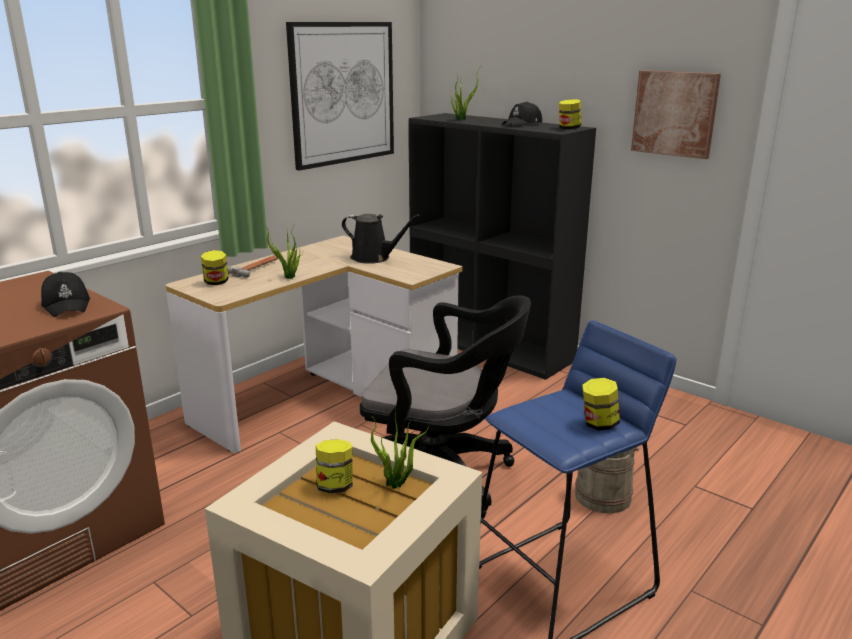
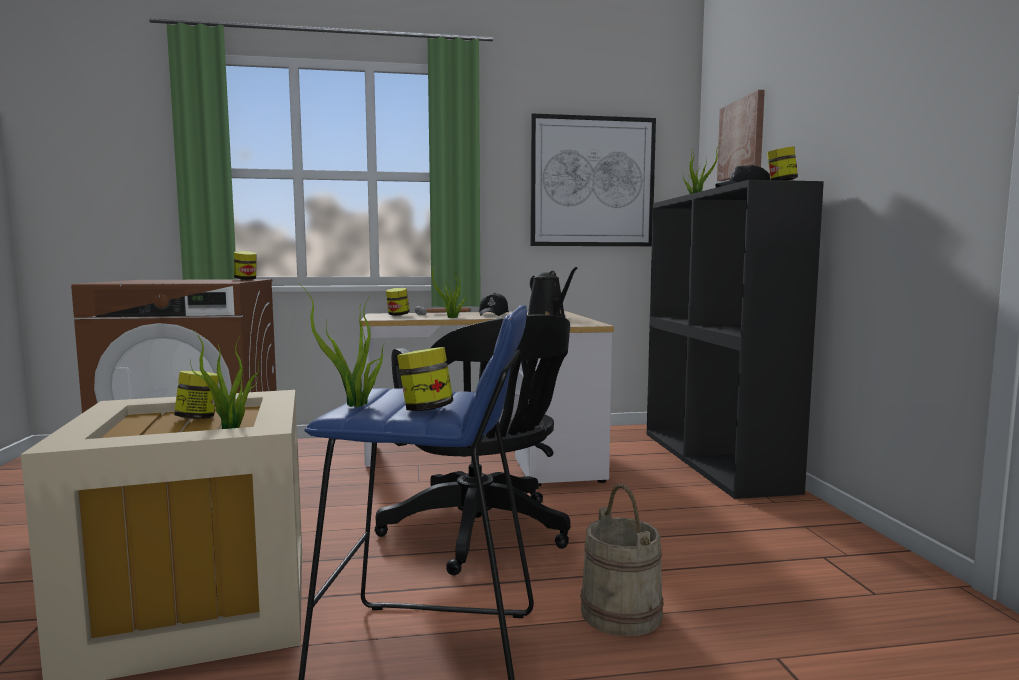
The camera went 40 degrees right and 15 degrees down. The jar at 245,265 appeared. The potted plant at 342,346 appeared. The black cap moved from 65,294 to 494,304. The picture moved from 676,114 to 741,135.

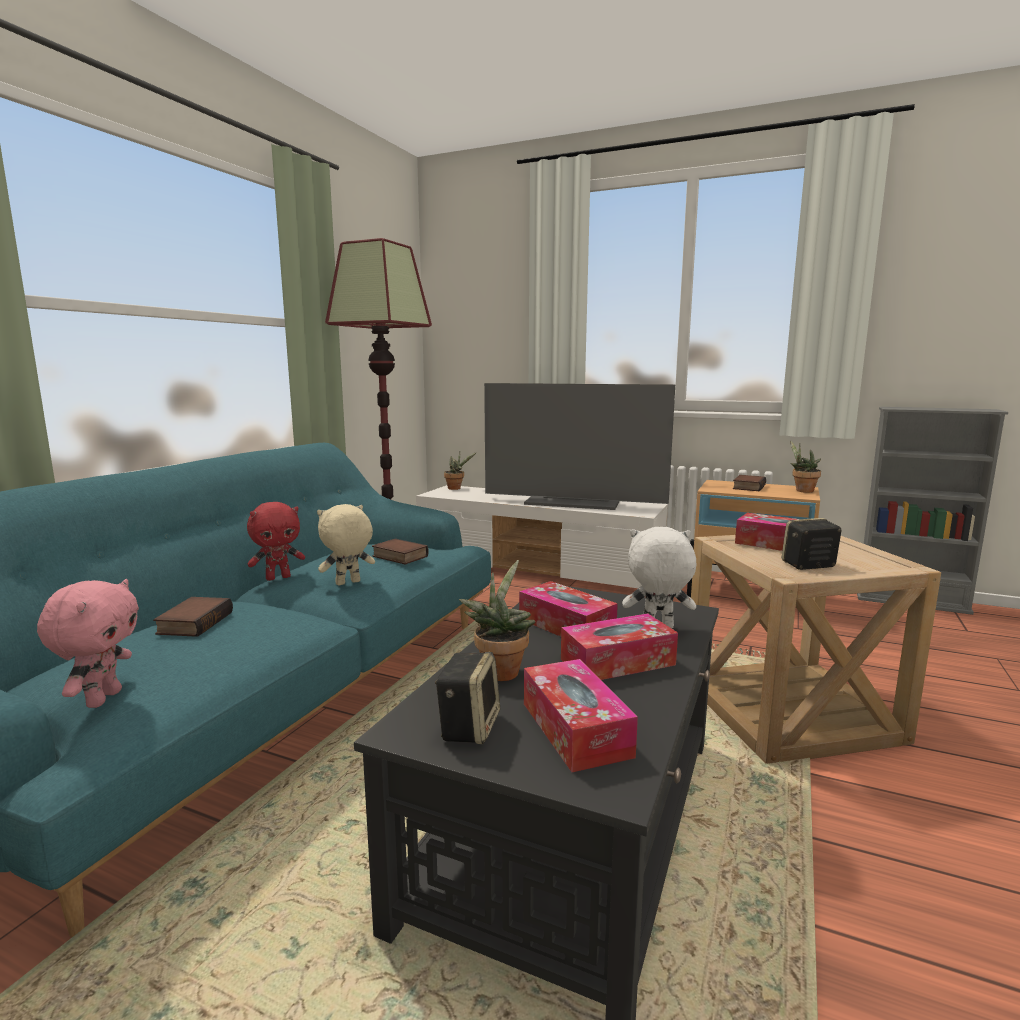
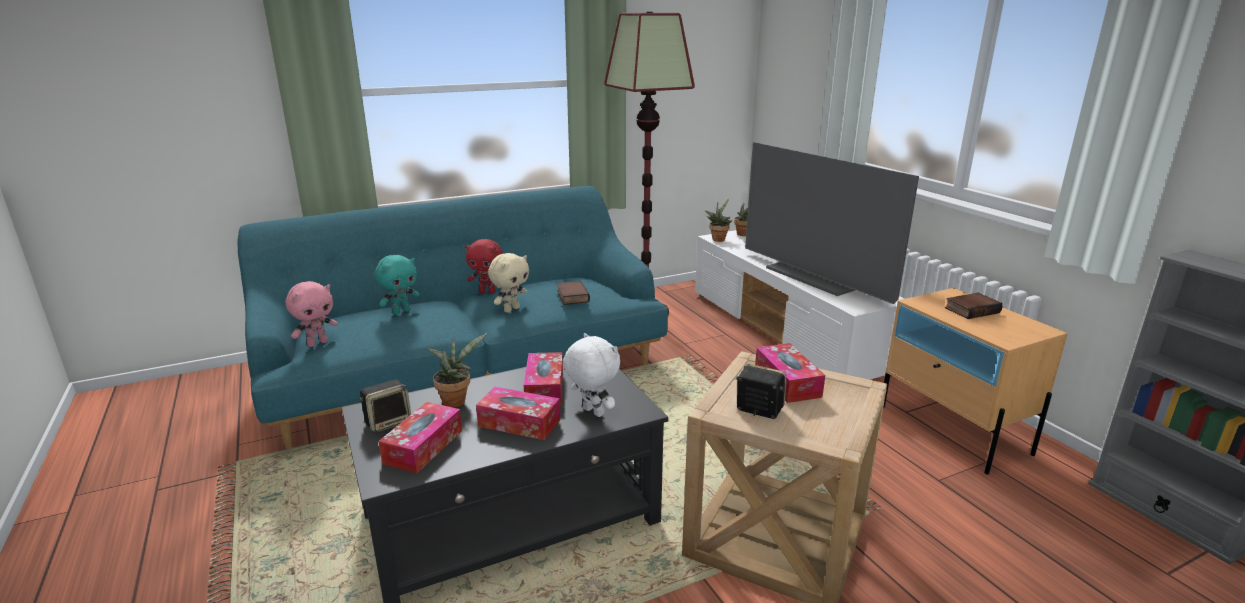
The camera went 40 degrees right and 10 degrees up. The book at 193,617 was replaced by the turquoise plush toy at 397,285. The beige plush toy at 346,544 turned 120 degrees clockwise. The potted plant moved from 805,466 to 718,220.

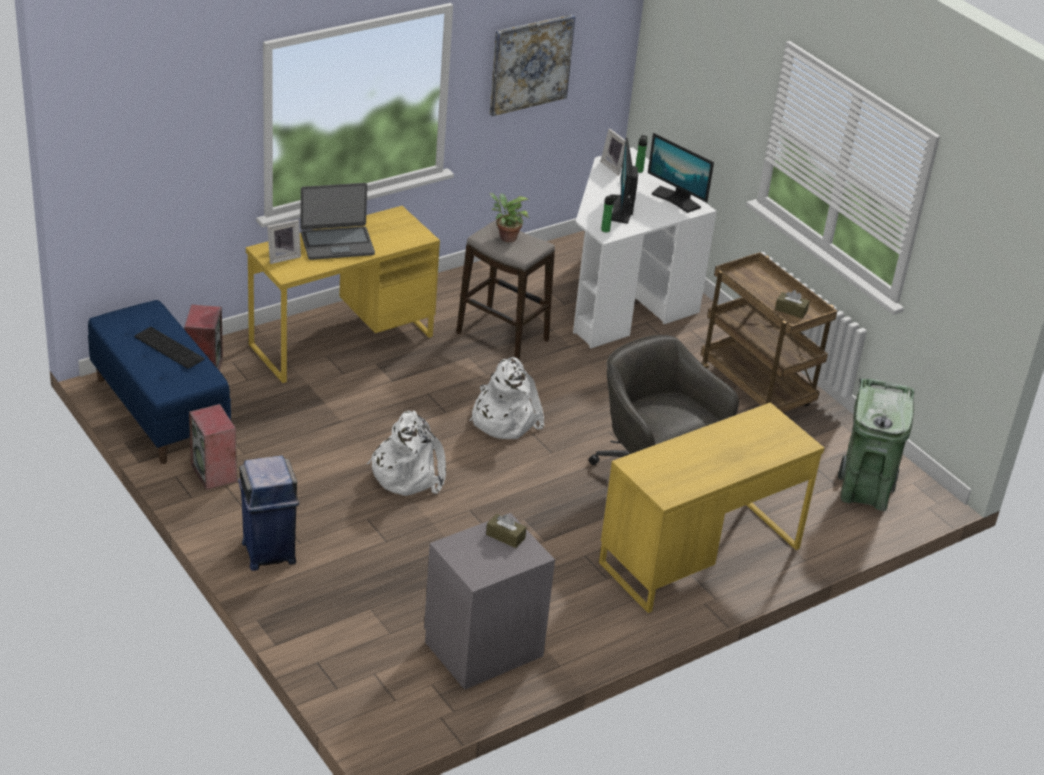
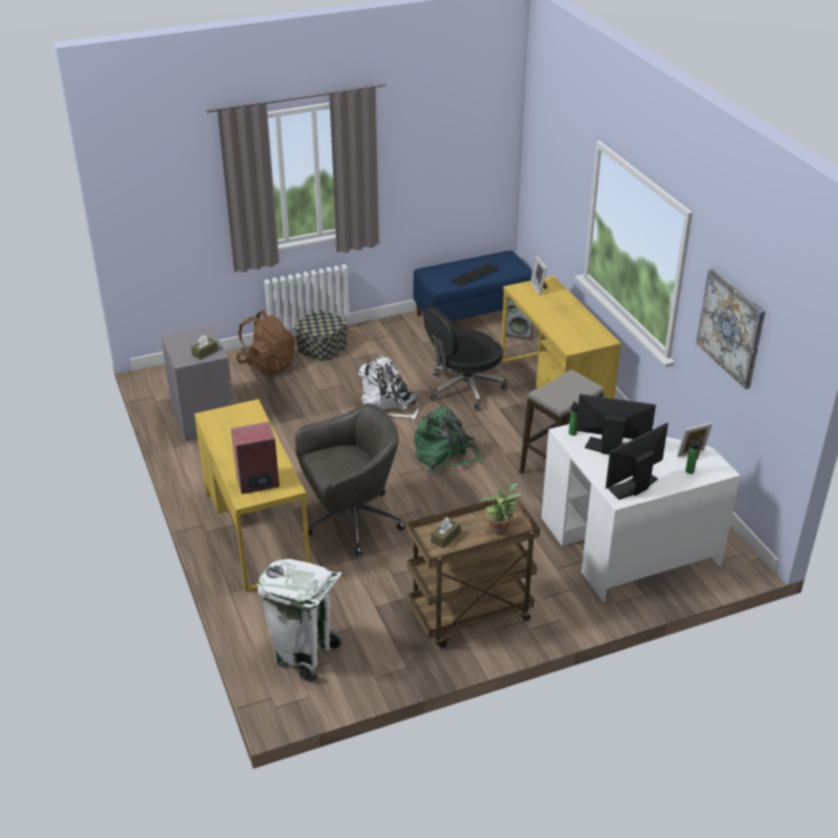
The camera went 105 degrees right and 0 degrees up. The speaker moved from 213,447 to 255,458. The brown backpack at 265,342 appeared. The green trash can at 876,444 became the white trash can at 300,621. The blue trash can at 268,513 was replaced by the storage box at 321,335. The white backpack at 506,398 became the green backpack at 448,439. The black office chair at 466,358 appeared. The potted plant moved from 509,217 to 501,509. The laptop at 337,221 disappeared.

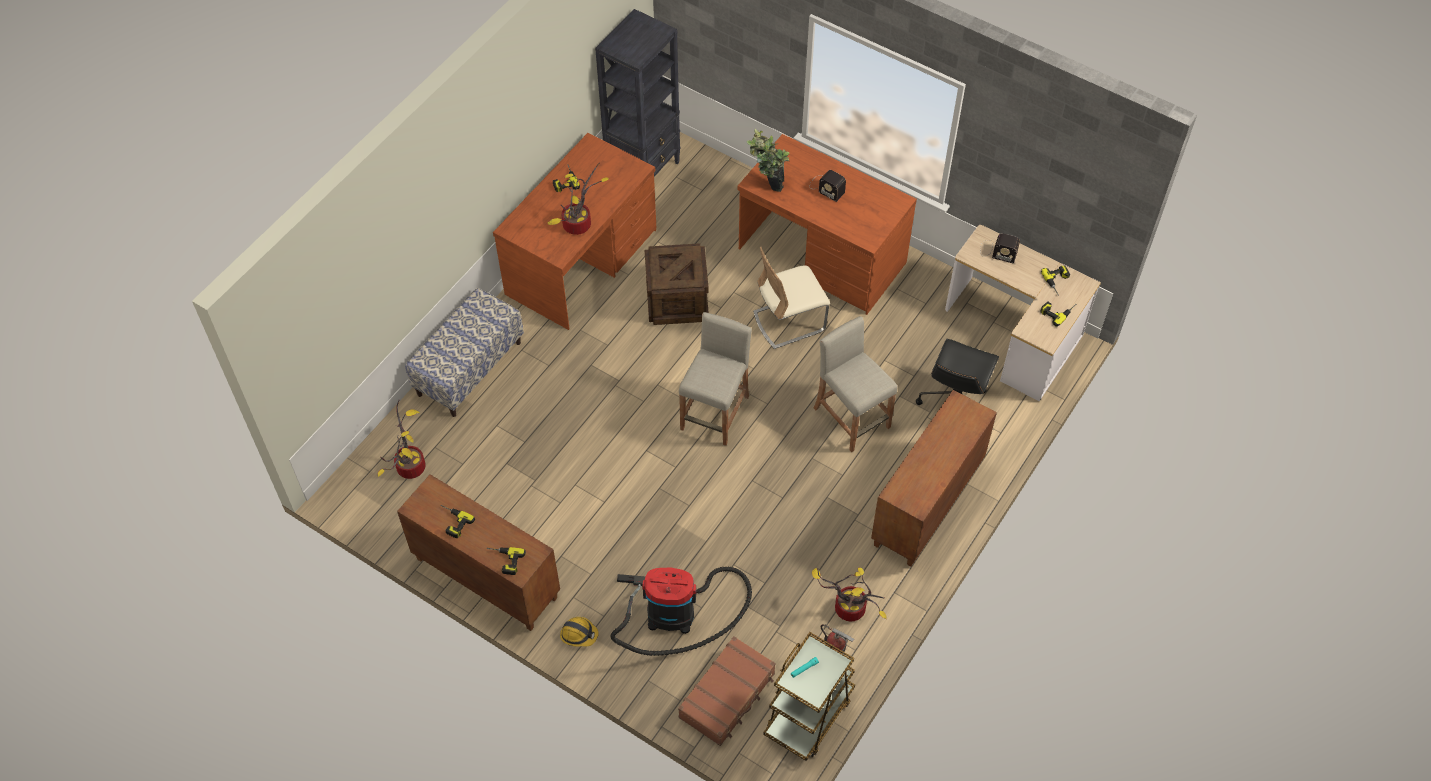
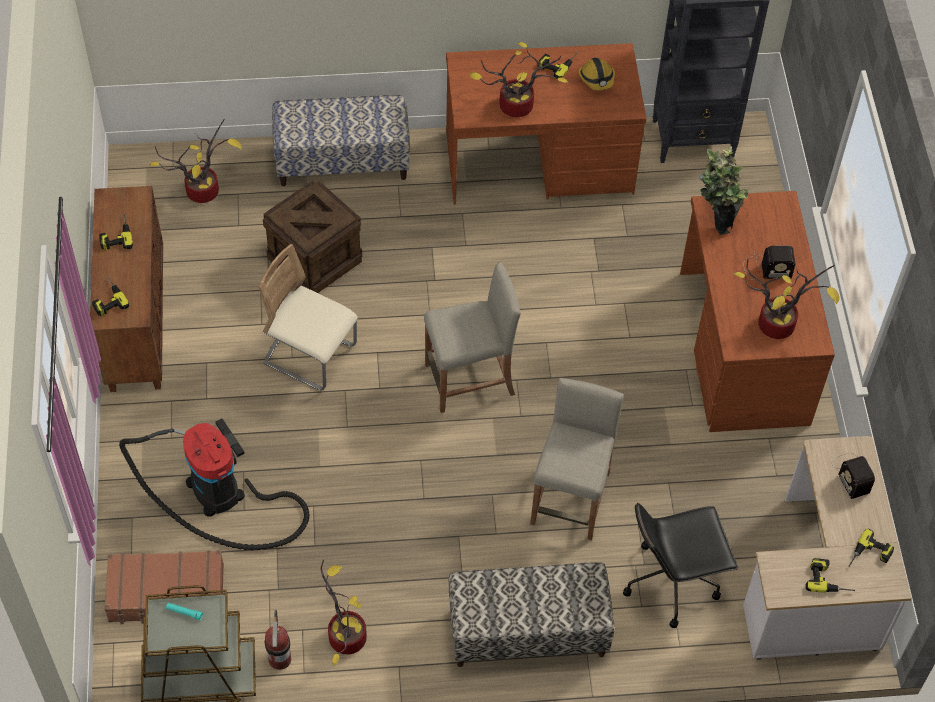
The camera went 50 degrees right and 0 degrees up. The beige chair moved from 791,298 to 308,317. The crate moved from 677,284 to 312,237. The brown cabinet at 934,478 was replaced by the bench at 532,614. The hard hat moved from 579,632 to 597,74. The potted plant at 786,299 appeared. The radio at 828,186 turned 90 degrees counterclockwise.

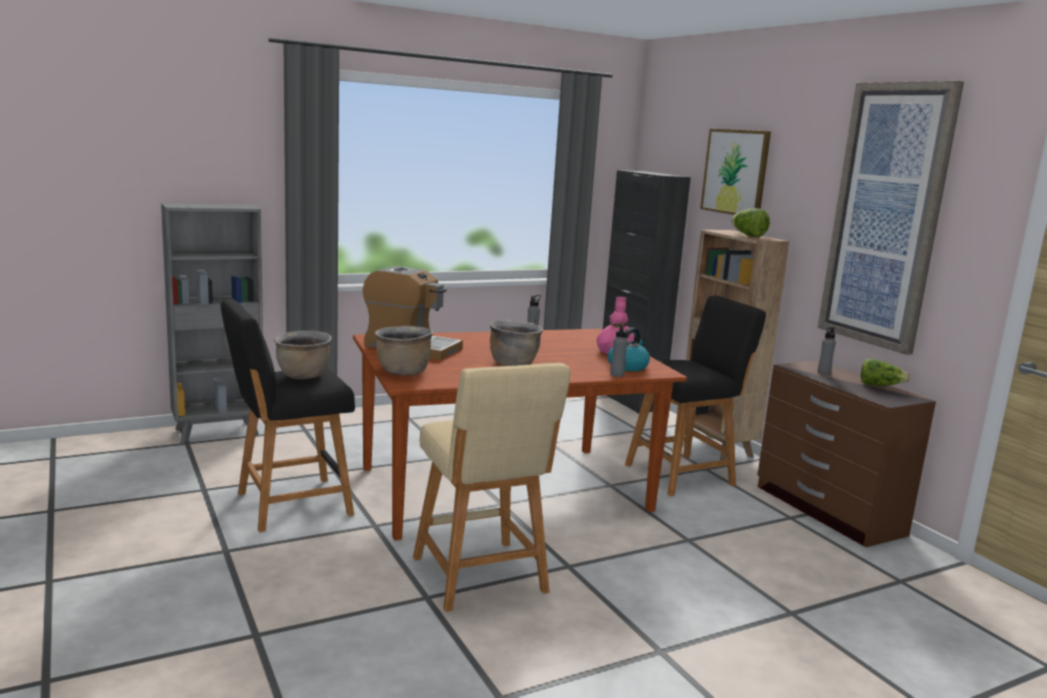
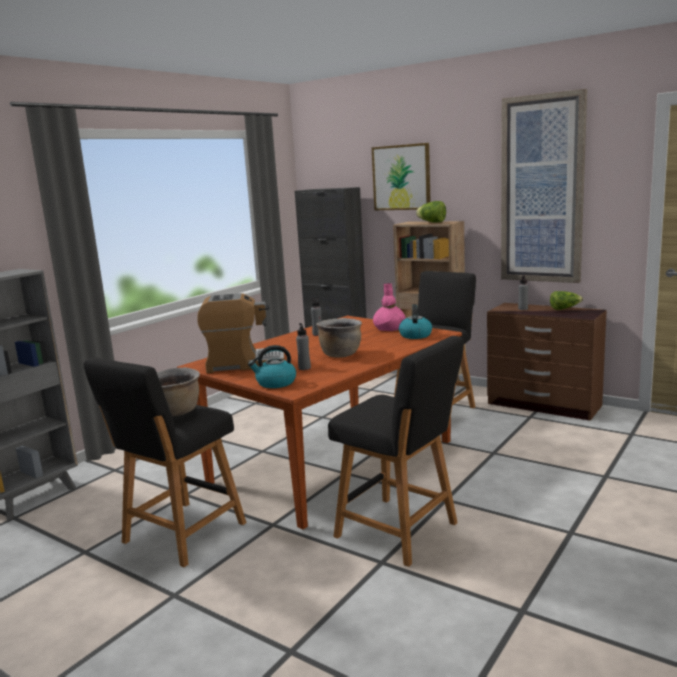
The camera went 25 degrees left and 0 degrees up. The brown cooking pot at 404,350 was replaced by the kettle at 272,366. The grey bottle moved from 619,350 to 303,346. The beige stool at 492,487 became the black stool at 396,451.

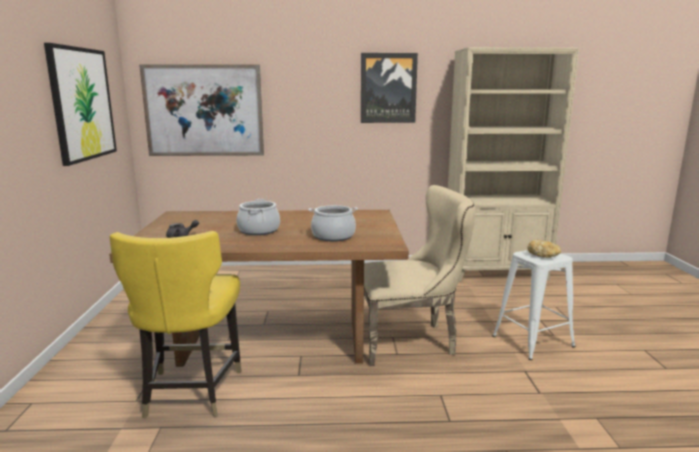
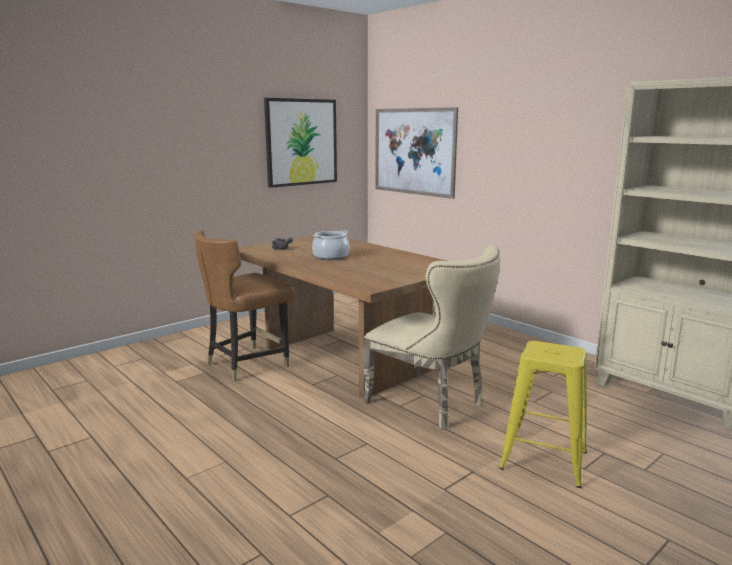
The camera went 50 degrees right and 0 degrees up. The yellow chair at 175,324 became the brown chair at 244,305. The white stool at 534,305 became the yellow stool at 543,414. The cooking pot at 333,223 disappeared. The picture at 389,88 disappeared. The bread at 544,249 disappeared.

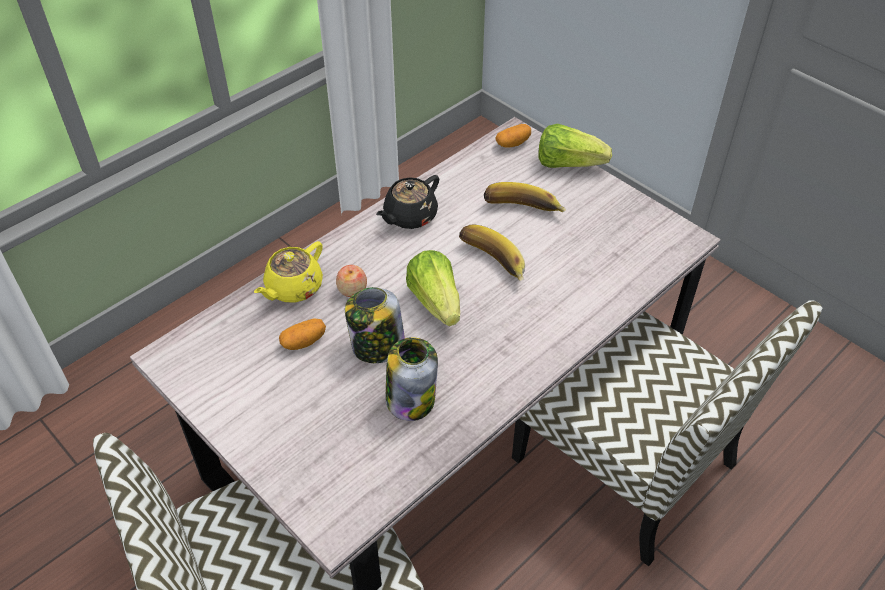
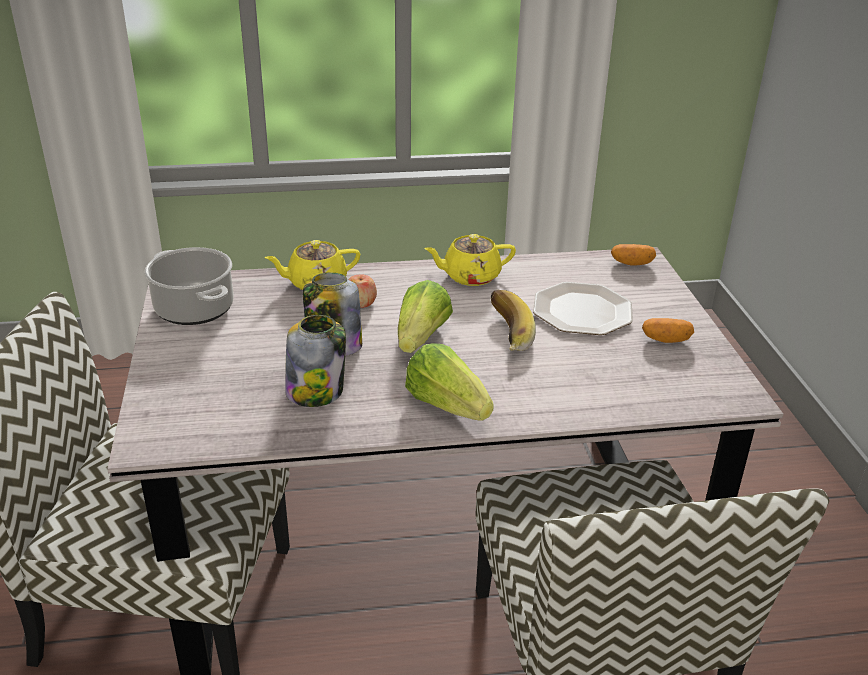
The camera went 35 degrees right and 15 degrees down. The cooking pot at 189,286 appeared. The lettuce moved from 575,146 to 449,381. The black teapot at 407,202 became the yellow teapot at 470,260. The banana at 525,197 was replaced by the plate at 583,308. The potato moved from 302,334 to 668,330.

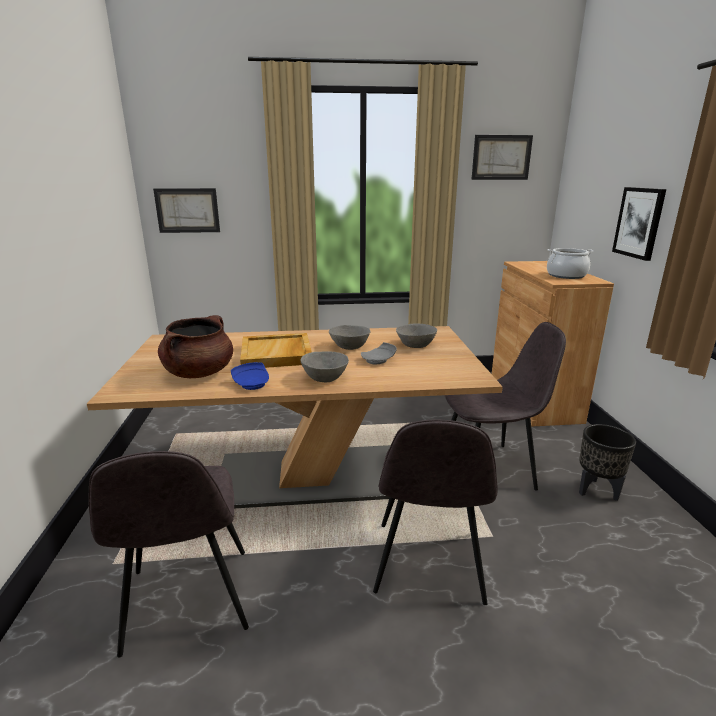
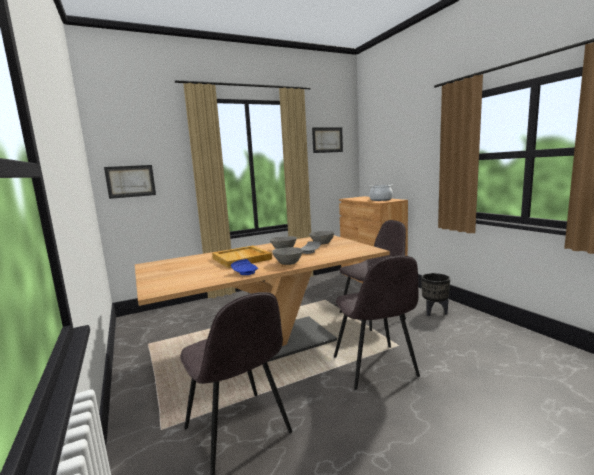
The camera went 20 degrees left and 10 degrees down. The brown cooking pot at 195,346 disappeared. The picture at 639,224 disappeared.

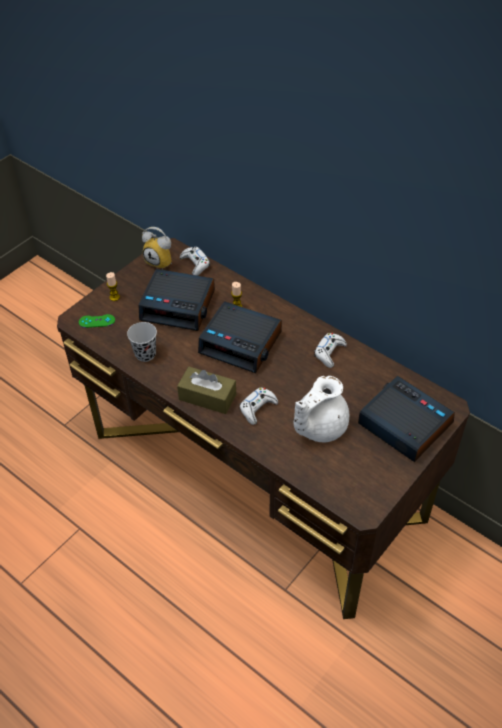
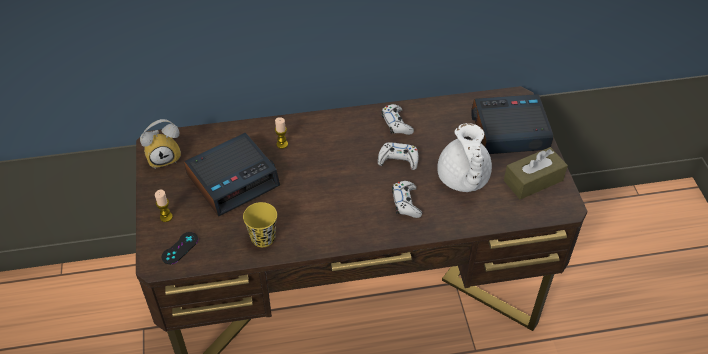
The camera went 50 degrees left and 0 degrees up. The green game controller at 97,321 became the black game controller at 180,248. The black cup at 142,342 became the yellow cup at 260,224. The white game controller moved from 195,261 to 398,156. The brown tissue box moved from 206,390 to 536,173. The alarm clock at 240,337 disappeared.

